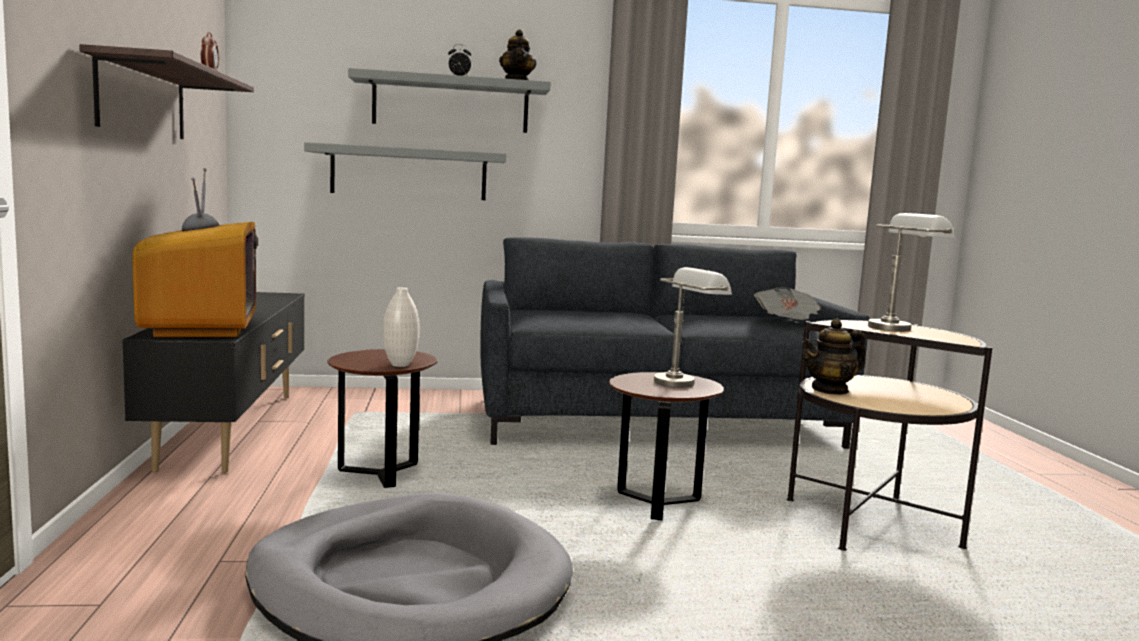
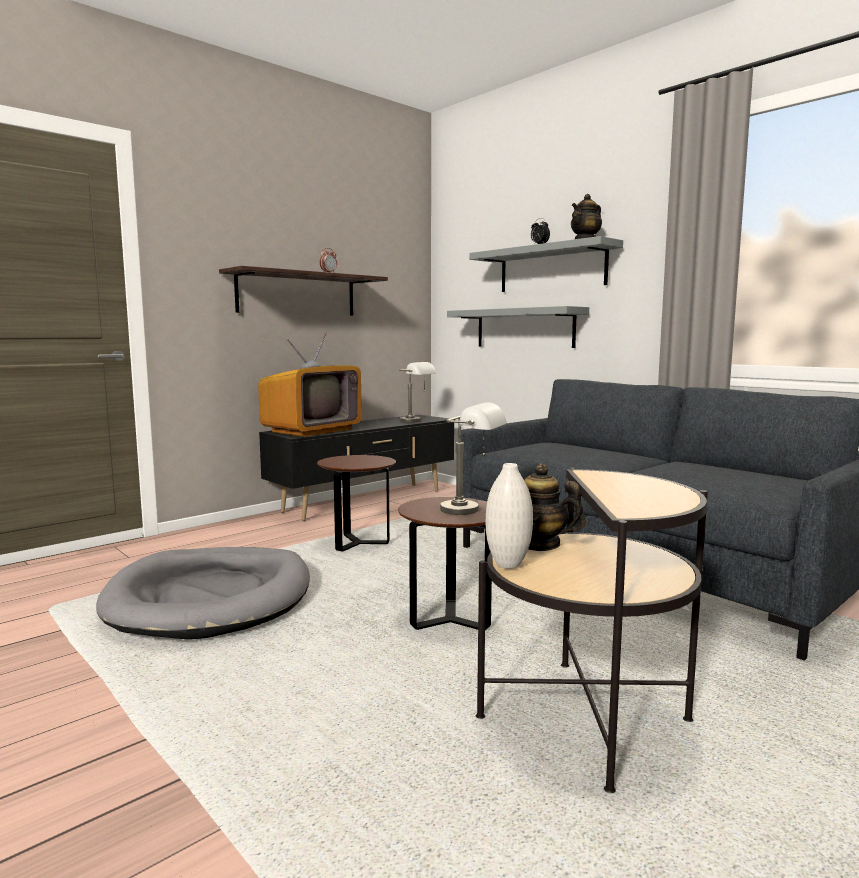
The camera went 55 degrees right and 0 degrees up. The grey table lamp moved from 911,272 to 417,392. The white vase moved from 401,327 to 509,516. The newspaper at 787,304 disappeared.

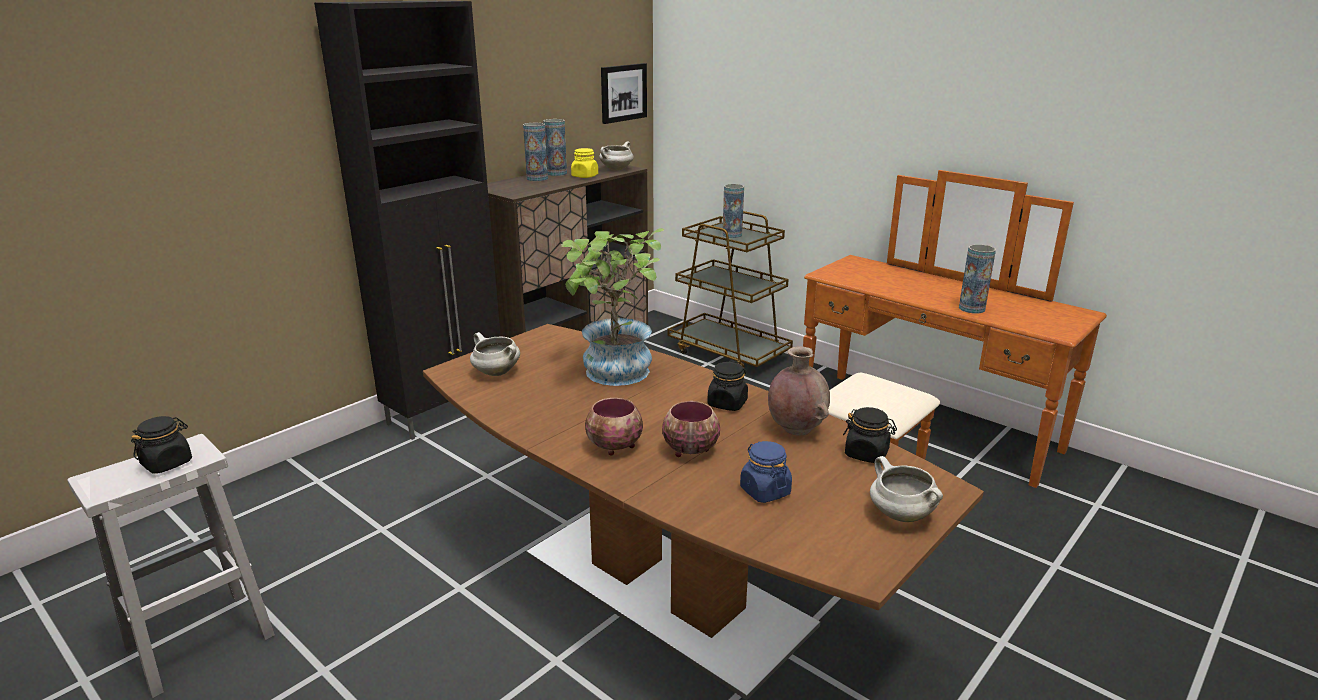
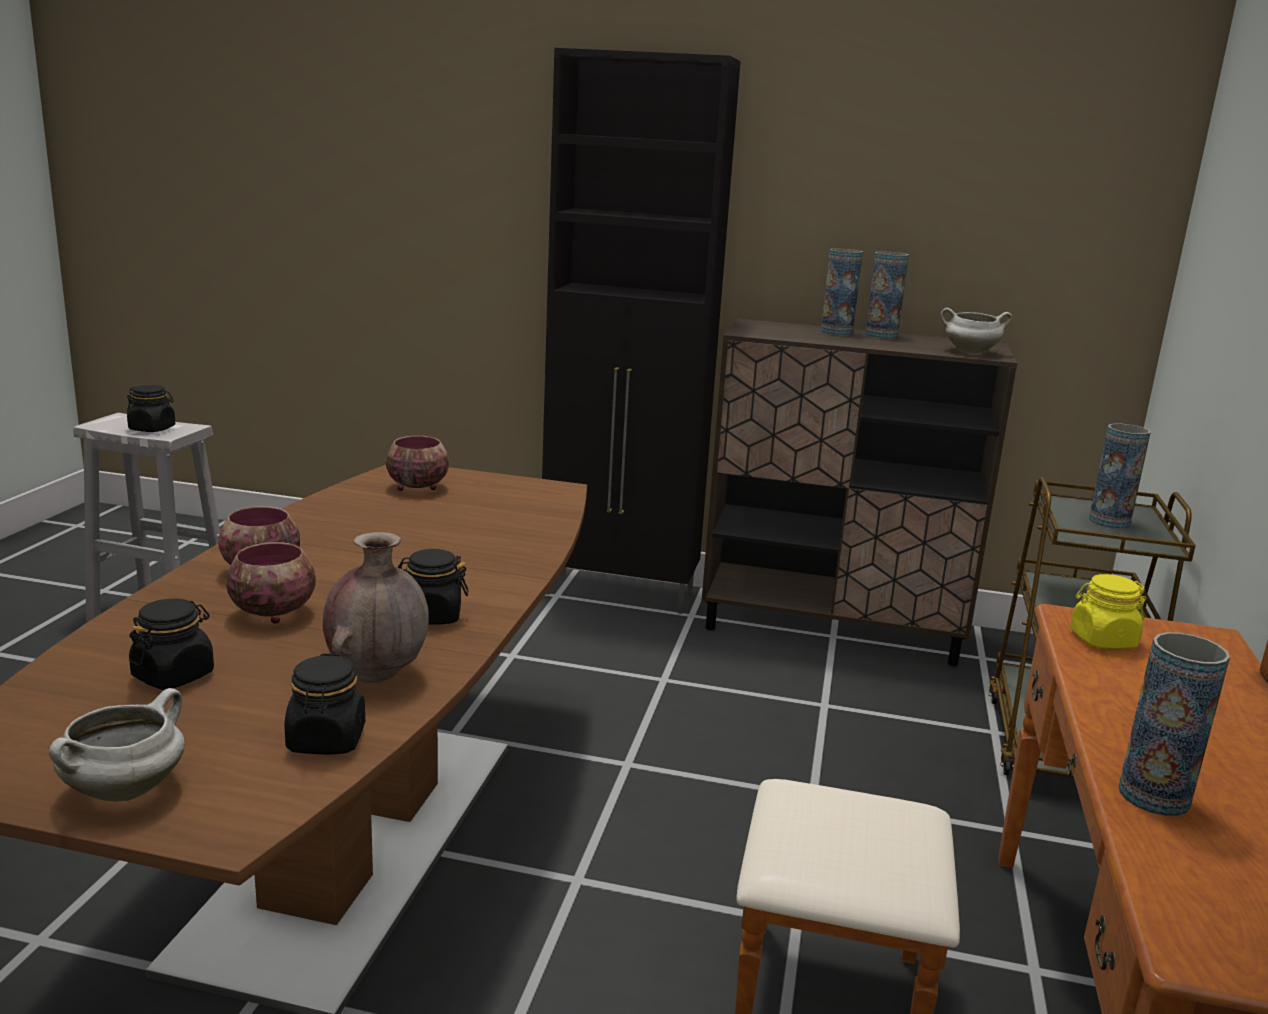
The camera went 60 degrees right and 5 degrees down. The blue jar at 766,472 became the black jar at 171,644. The white cooking pot at 495,354 was replaced by the bowl at 417,463. The yellow jar moved from 584,163 to 1108,611. The potted plant at 612,307 disappeared. The picture at 624,93 disappeared.

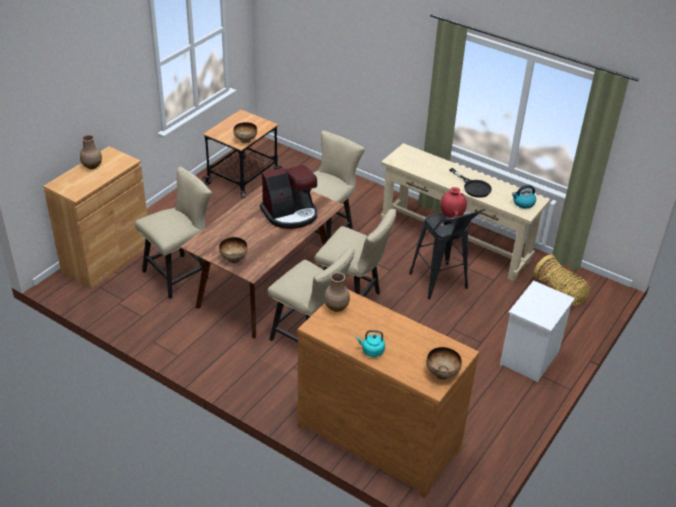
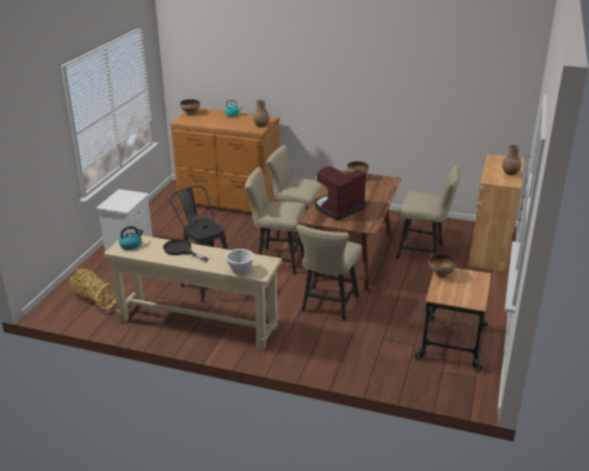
The camera went 165 degrees right and 10 degrees down. The white bowl at 239,262 appeared. The beige chair at 173,233 turned 105 degrees counterclockwise. The red vase at 453,202 disappeared.

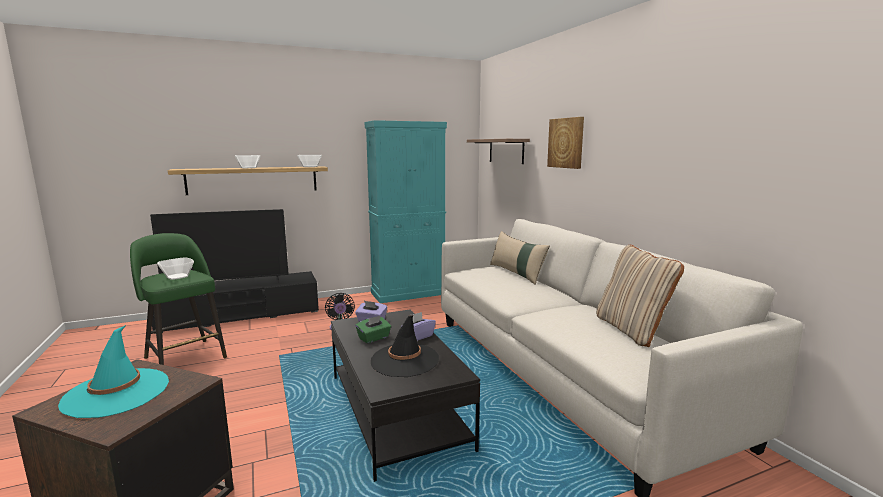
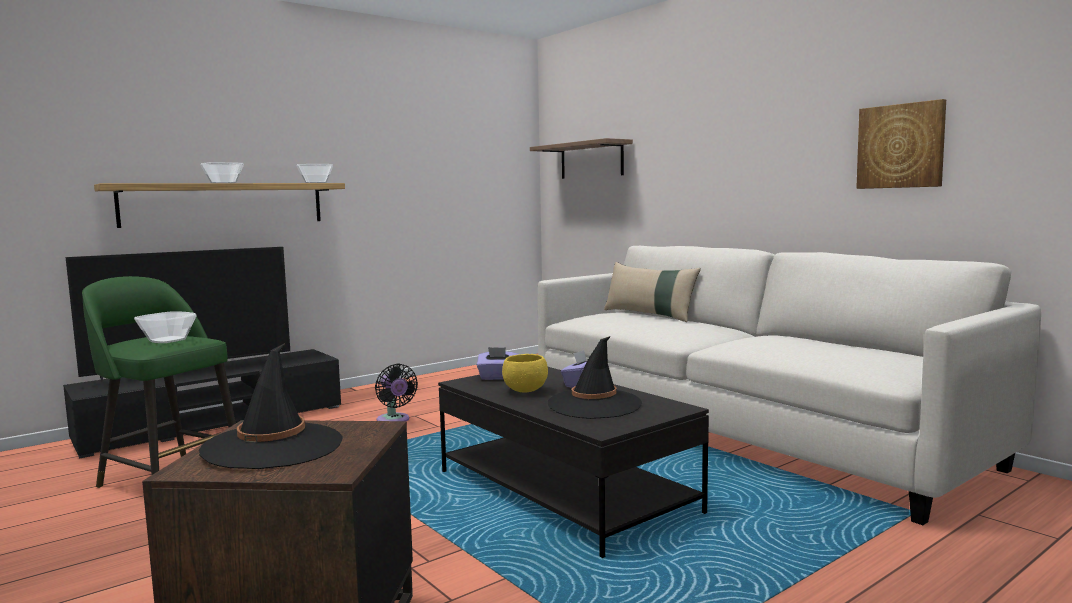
The camera went 15 degrees left and 5 degrees down. The turquoise hat at 113,371 became the black hat at 271,406. The green tissue box at 373,329 was replaced by the yellow bowl at 525,373. The picture moved from 565,143 to 901,144. The turquoise cabinet at 406,211 disappeared. The beige pillow at 640,296 disappeared.

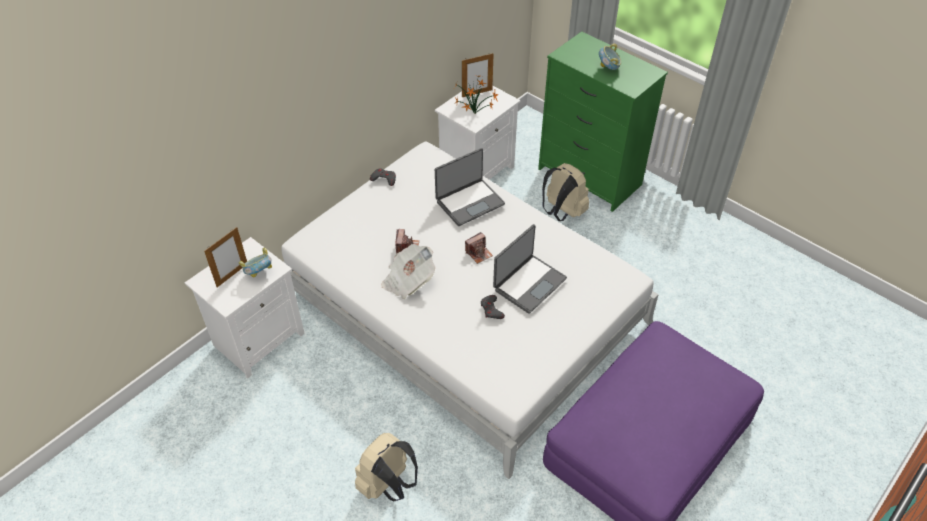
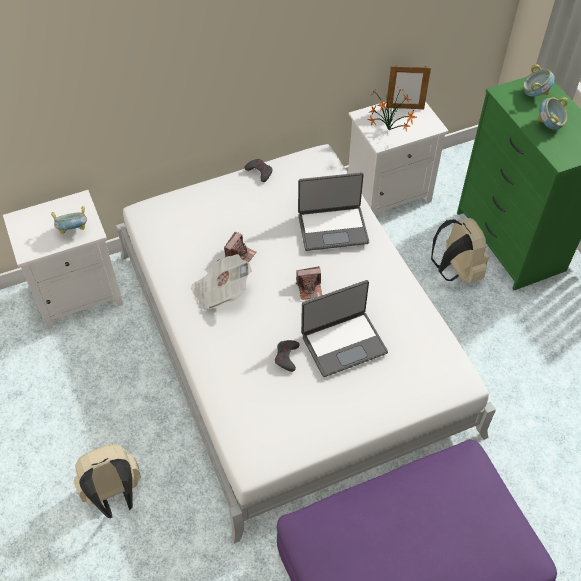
The camera went 25 degrees right and 5 degrees up. The bowl at 539,80 appeared. The picture frame at 225,257 disappeared.

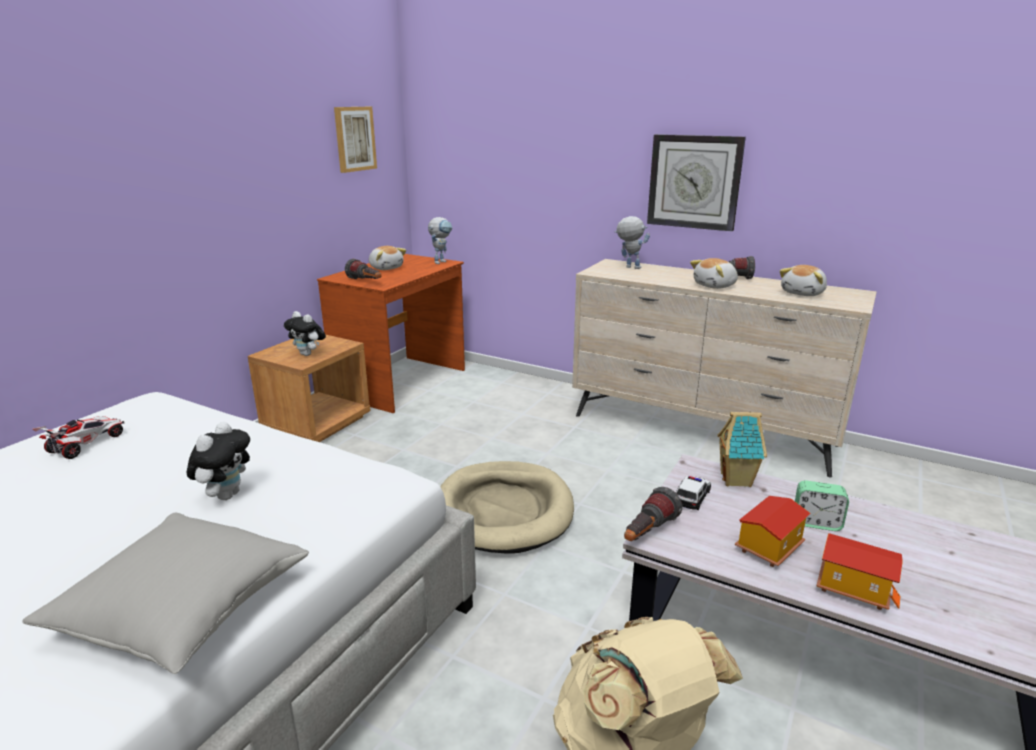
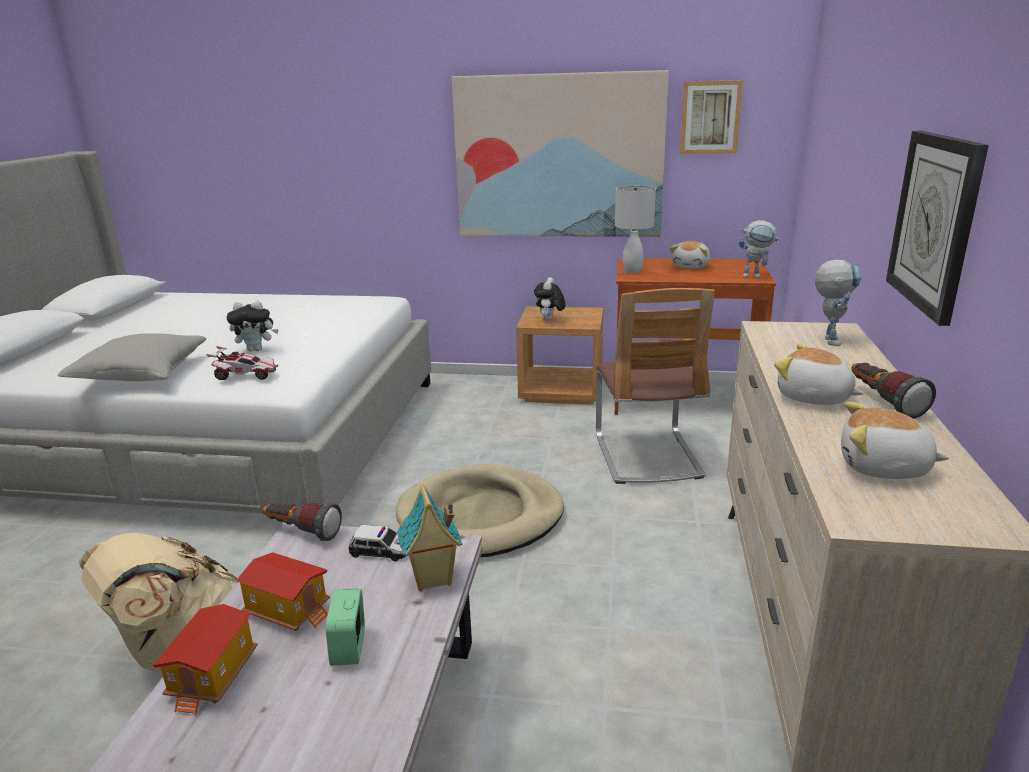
The camera went 70 degrees right and 0 degrees up. The toy car moved from 78,437 to 242,363. The picture at 560,153 appeared. The chair at 655,386 appeared. The flashlight at 363,269 was replaced by the white table lamp at 635,229.

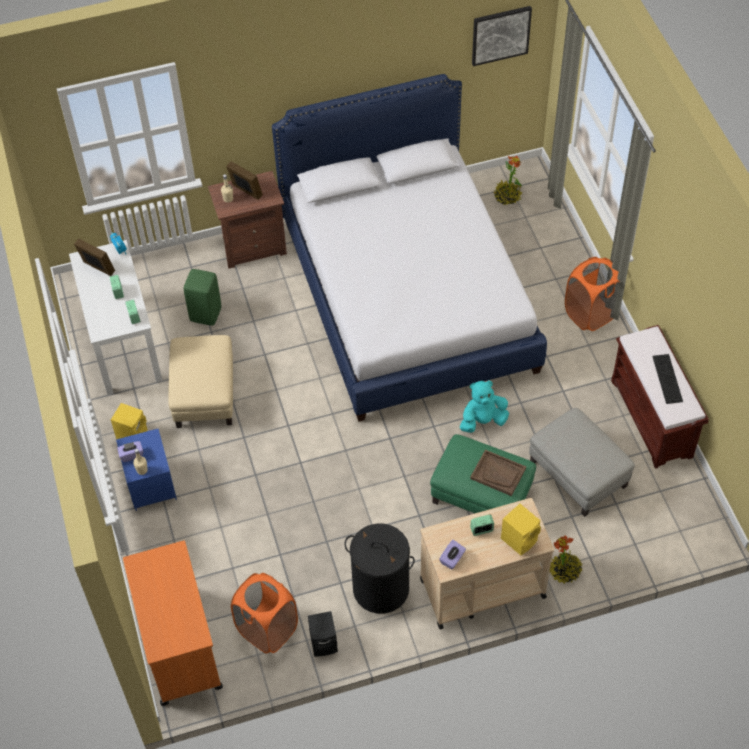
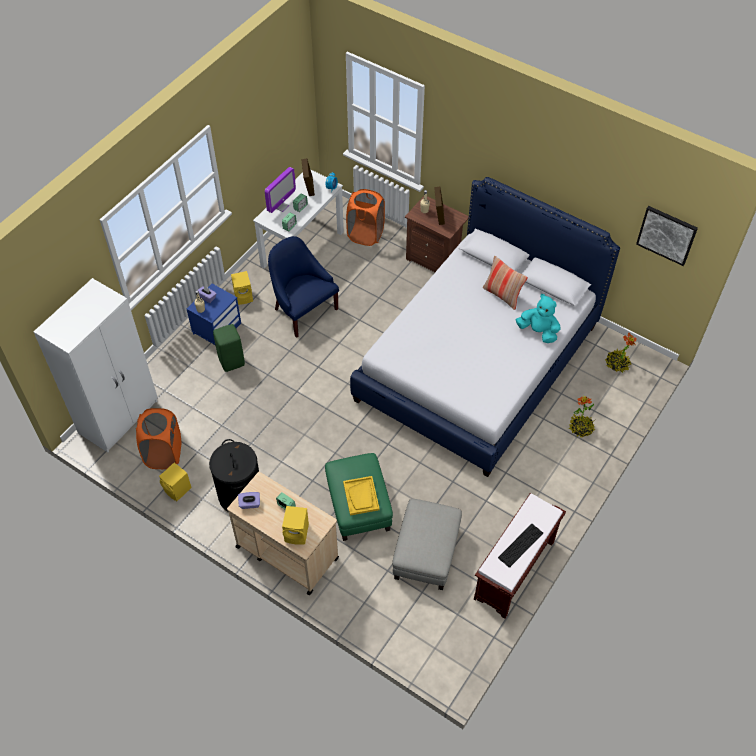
The camera went 50 degrees right and 0 degrees up. The orange cart at 173,623 was replaced by the white wardrobe at 96,365. The black speaker at 323,633 became the yellow speaker at 175,482. The green stool moved from 202,297 to 229,348. The monitor at 280,190 appeared. The beige ottoman at 200,381 was replaced by the blue armchair at 303,287. The brown tray at 498,473 became the yellow tray at 361,495. The orange laundry basket moved from 592,294 to 365,217. The pillow at 505,283 appeared. The turquoise plush toy moved from 484,406 to 538,318. The potted plant moved from 566,559 to 582,416.

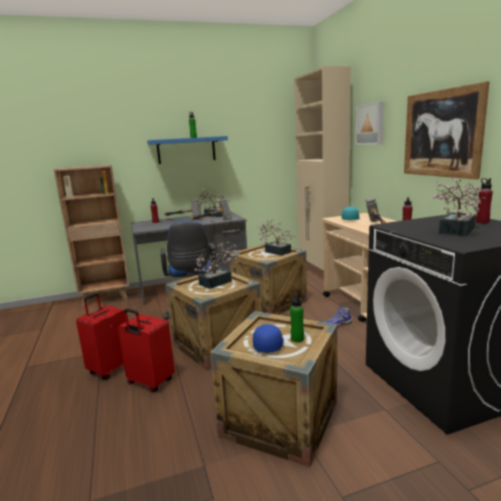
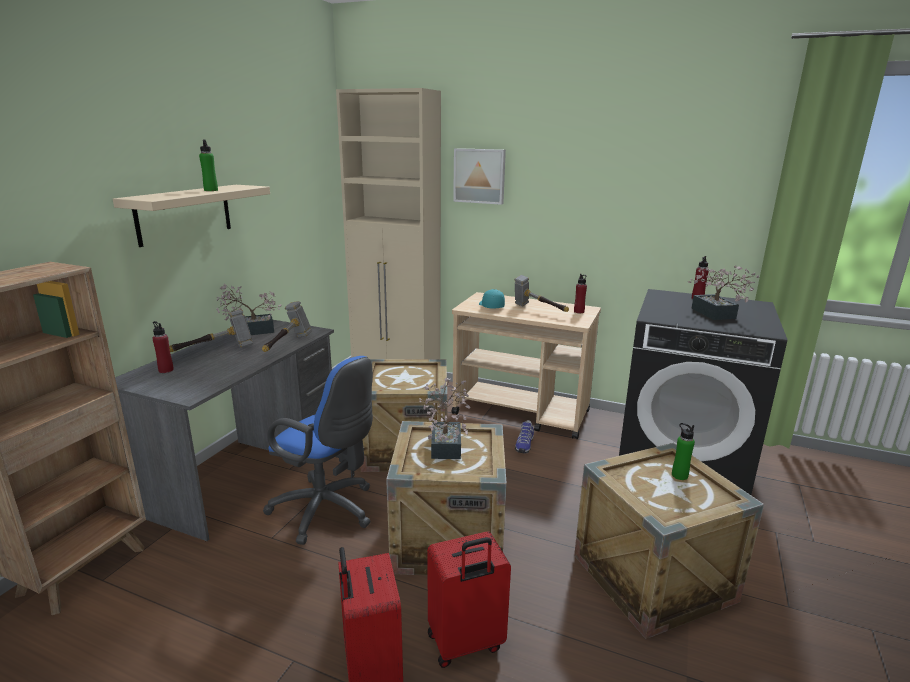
The camera went 50 degrees left and 5 degrees up. The blue shelf at 187,150 became the beige shelf at 191,216. The blue cap at 268,338 disappeared. The potted plant at 276,237 disappeared. The picture at 447,130 disappeared.

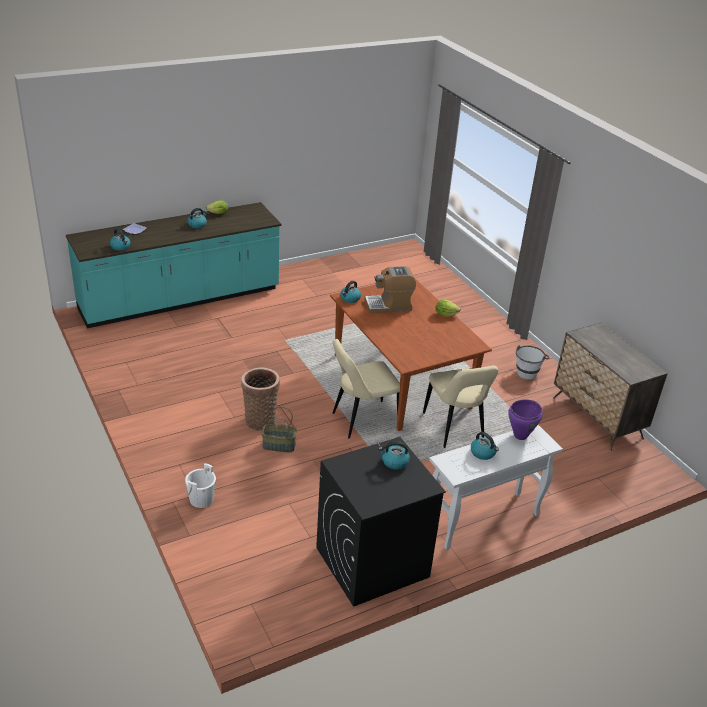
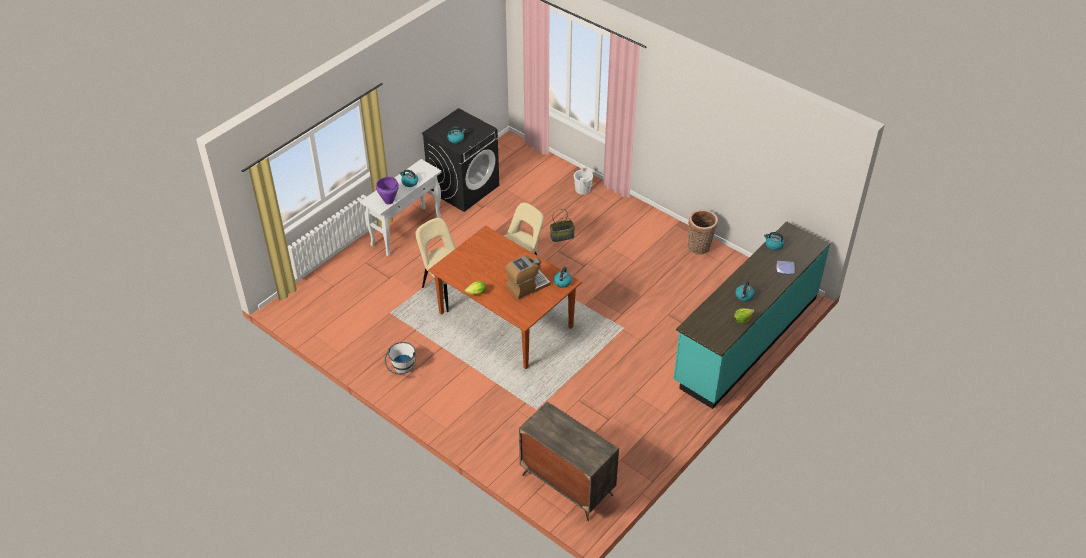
The camera went 160 degrees right and 10 degrees up. The dresser moved from 610,387 to 569,461. The basket moved from 260,399 to 703,232.

